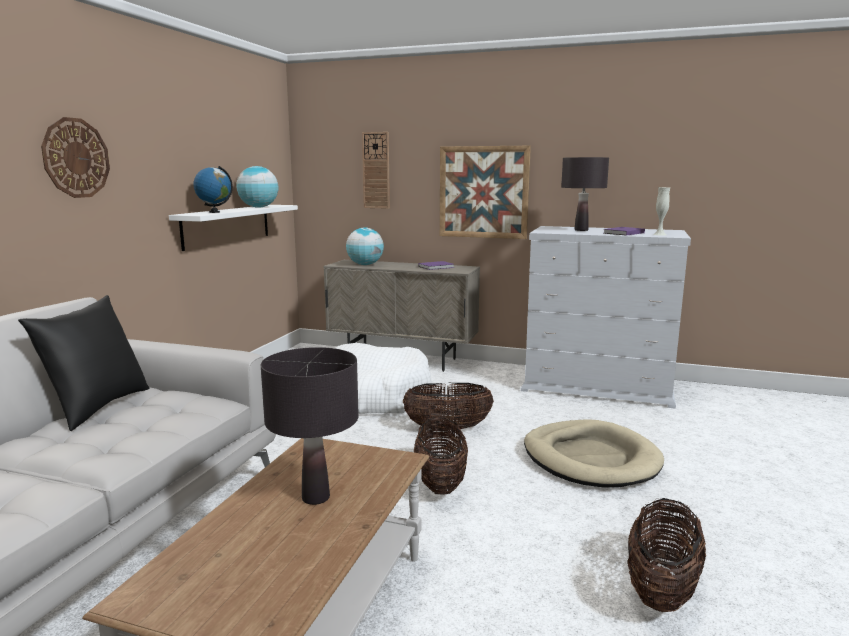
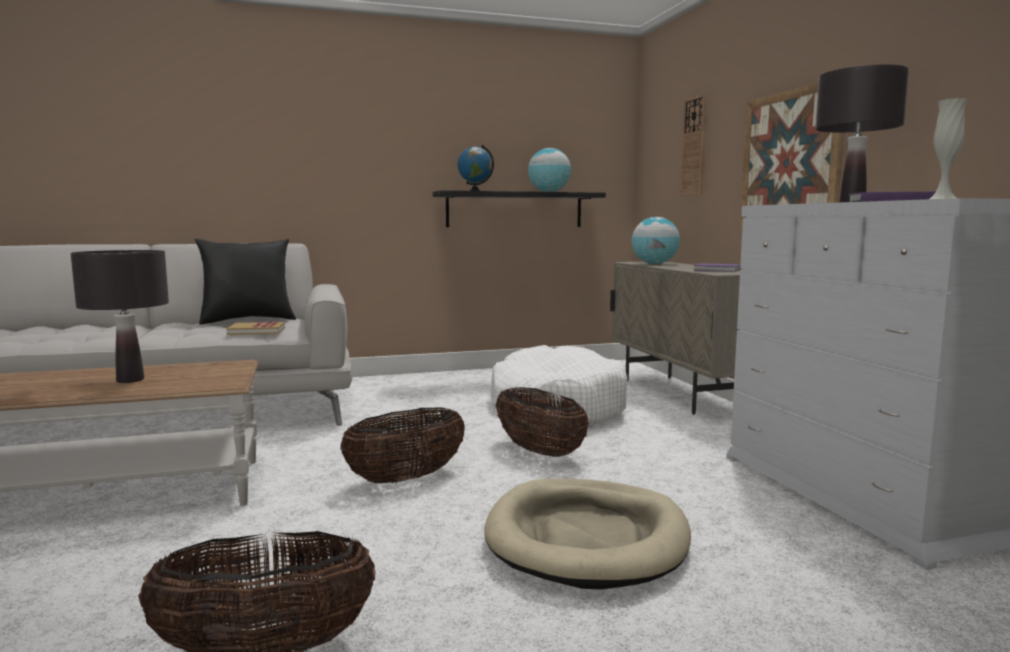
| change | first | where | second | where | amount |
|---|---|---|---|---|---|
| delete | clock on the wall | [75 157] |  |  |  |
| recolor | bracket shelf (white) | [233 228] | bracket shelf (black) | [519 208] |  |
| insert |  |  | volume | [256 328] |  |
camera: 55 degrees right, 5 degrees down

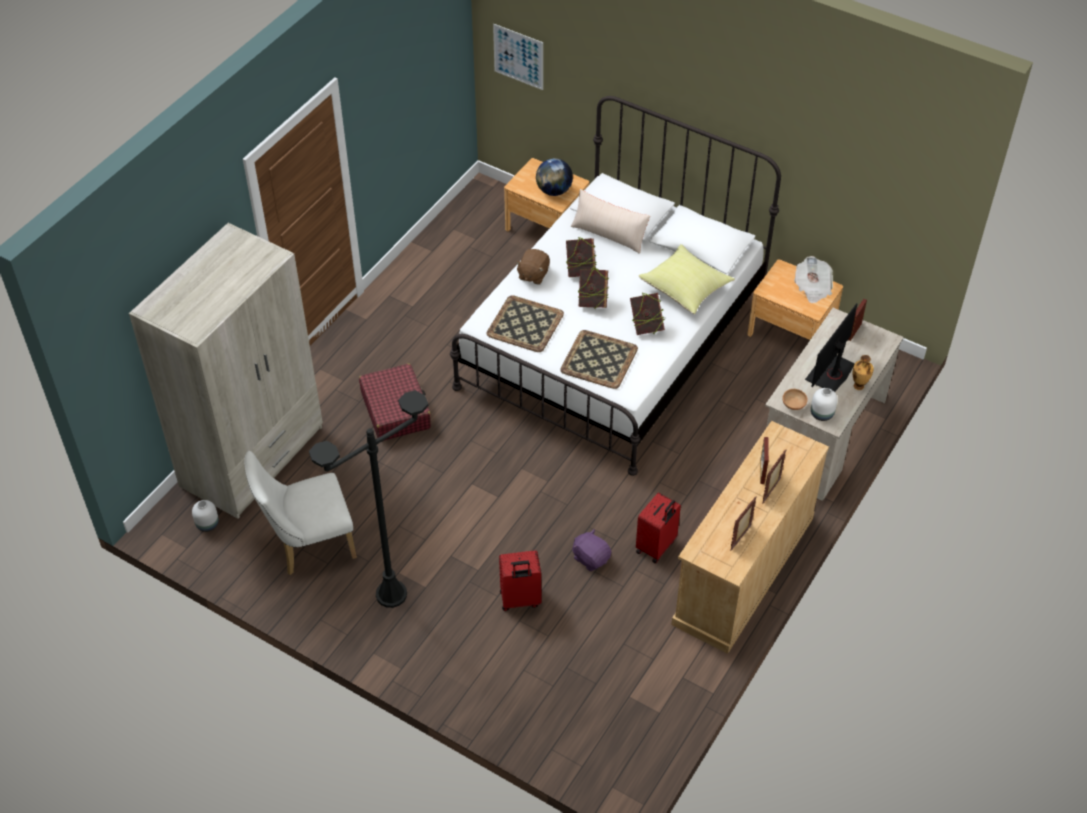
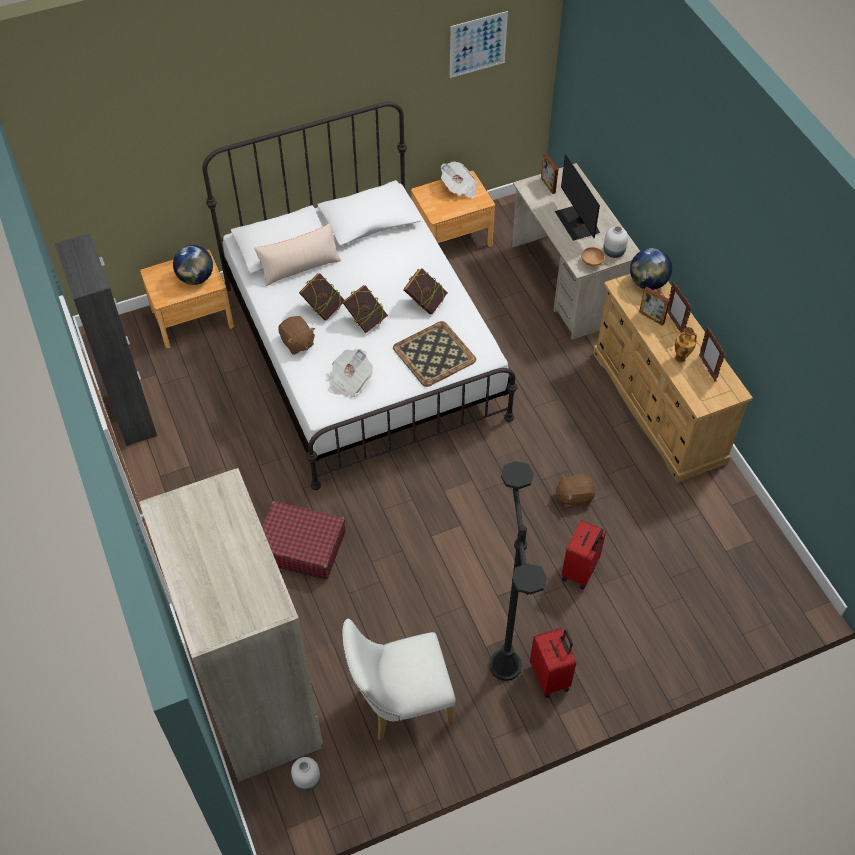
| change | first | where | second | where | amount |
|---|---|---|---|---|---|
| move | wall picture | [518 57] |  | [479 44] |  |
| delete | cushion (yellowish) | [687 279] |  |  |  |
| replace | carrying tray | [525 323] | newspaper | [351 373] |  |
| move | decorative vase | [863 372] |  | [686 345] |  |
| rotate | upright chair (white) | [300 513] |  | [399 679] | 60 degrees clockwise |
| move | travel case (red) | [658 528] |  | [553 663] |  |
| recolor | plush toy (purplish) | [592 550] | plush toy (brown-coloured) | [574 491] |  |
| insert |  |  | cupboard (black) | [106 340] |  |
| insert |  |  | globe | [651 269] |  |
camera: 55 degrees left, 5 degrees up

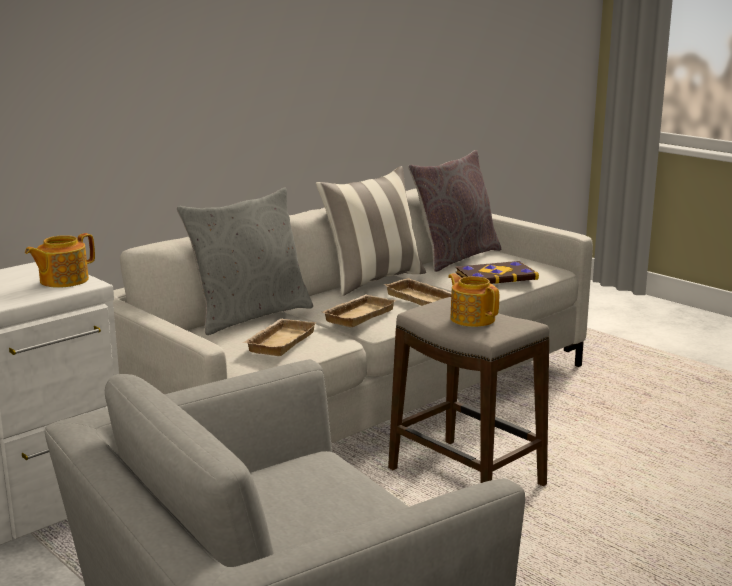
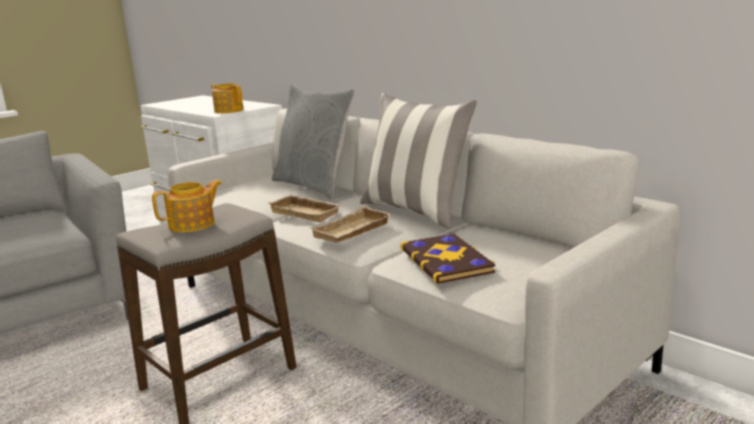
| change | first | where | second | where | amount |
|---|---|---|---|---|---|
| delete | cushion (greyish) | [454 211] |  |  |  |
| delete | carrying tray (sand-coloured) | [280 337] |  |  |  |
camera: 90 degrees right, 0 degrees up

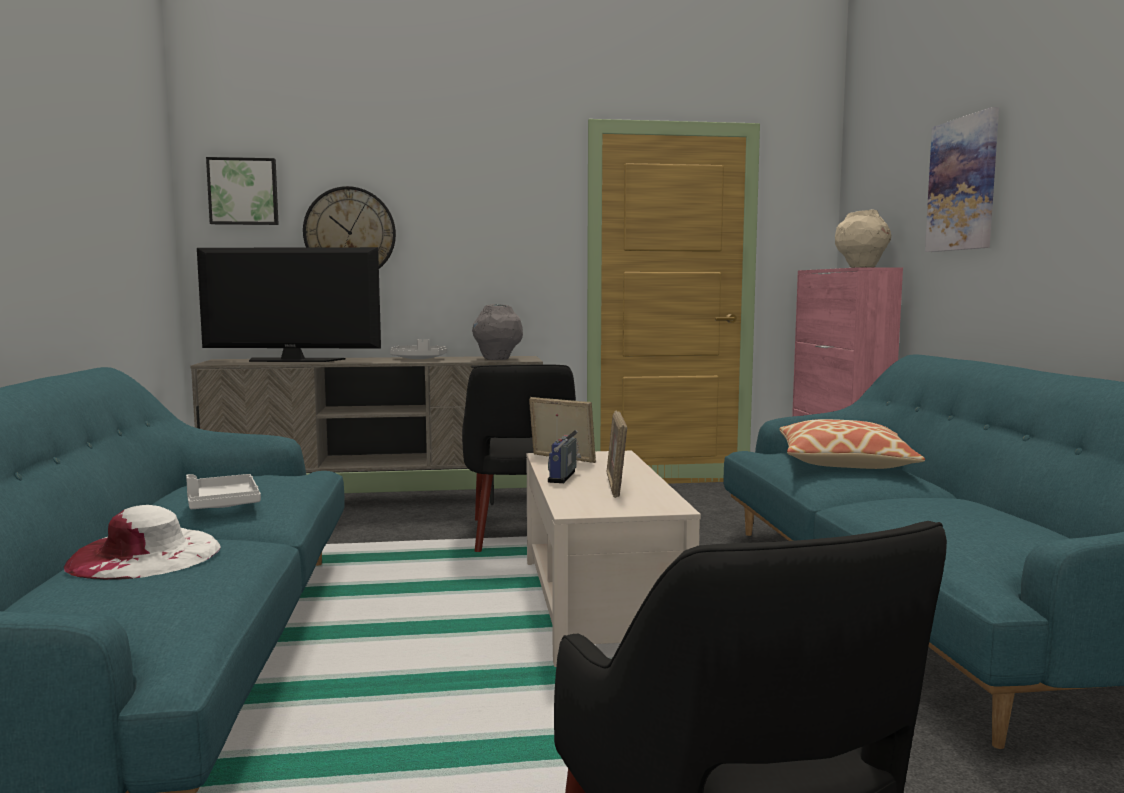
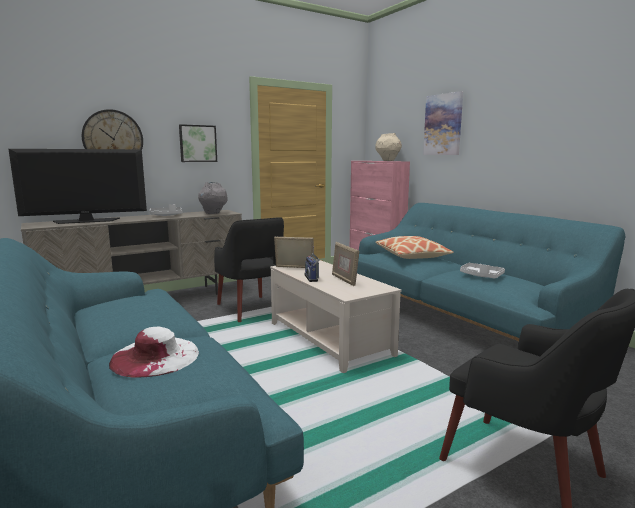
| change | first | where | second | where | amount |
|---|---|---|---|---|---|
| move | wall picture | [242 191] |  | [198 143] |  |
| move | carrying tray (white) | [223 491] |  | [482 271] |  |
camera: 25 degrees left, 5 degrees up

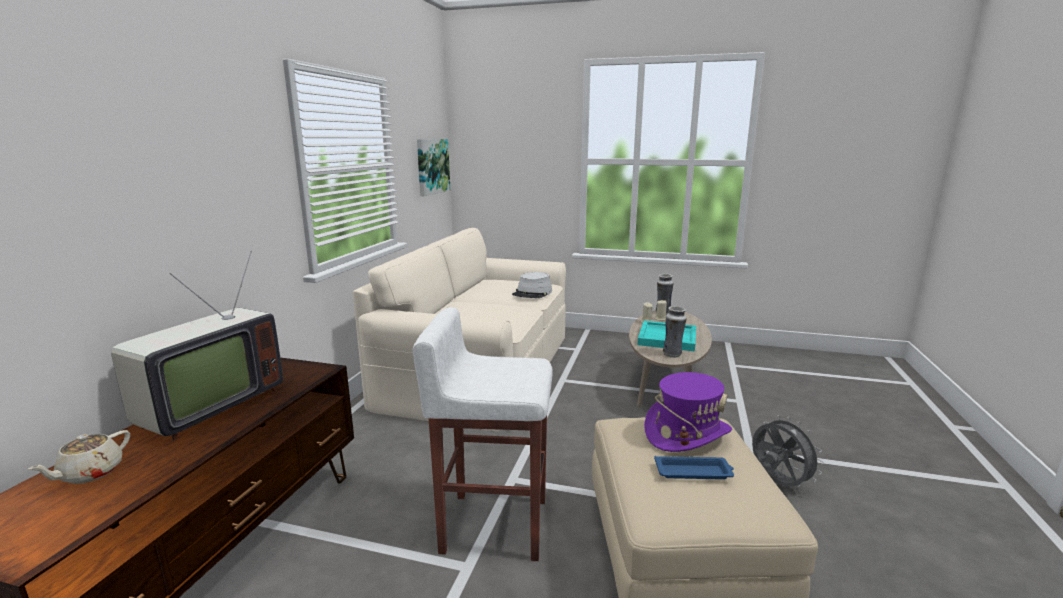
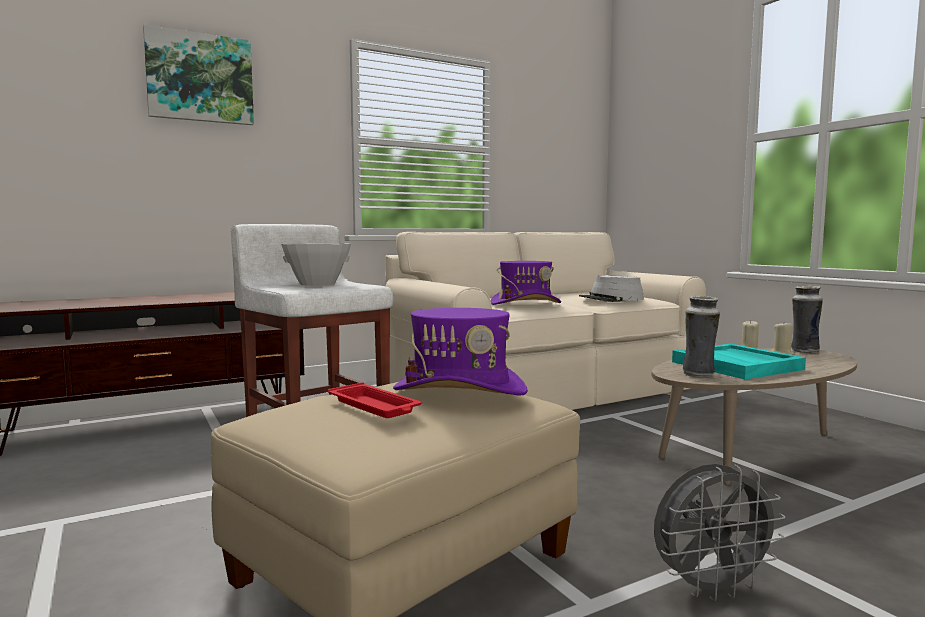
| change | first | where | second | where | amount |
|---|---|---|---|---|---|
| move | wall picture | [433 167] |  | [198 75] |  |
| delete | TV | [197 345] |  |  |  |
| rotate | cooling fan (greyish) | [788 451] |  | [719 532] | 60 degrees clockwise |
| delete | pot for tea (sand-coloured) | [78 457] |  |  |  |
| recolor | carrying tray (blue) | [694 467] | carrying tray (red) | [375 400] |  |
| insert |  |  | serving bowl (white) | [316 264] |  |
| insert |  |  | wearable hat (purplish) | [526 283] |  |
camera: 45 degrees right, 10 degrees down

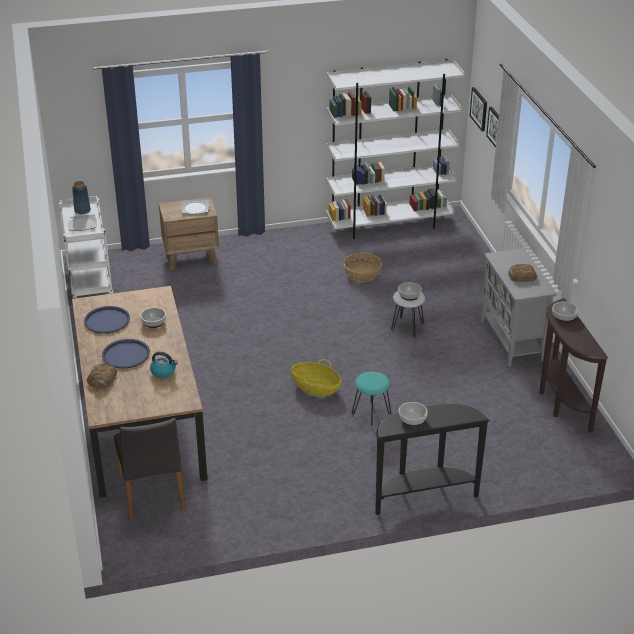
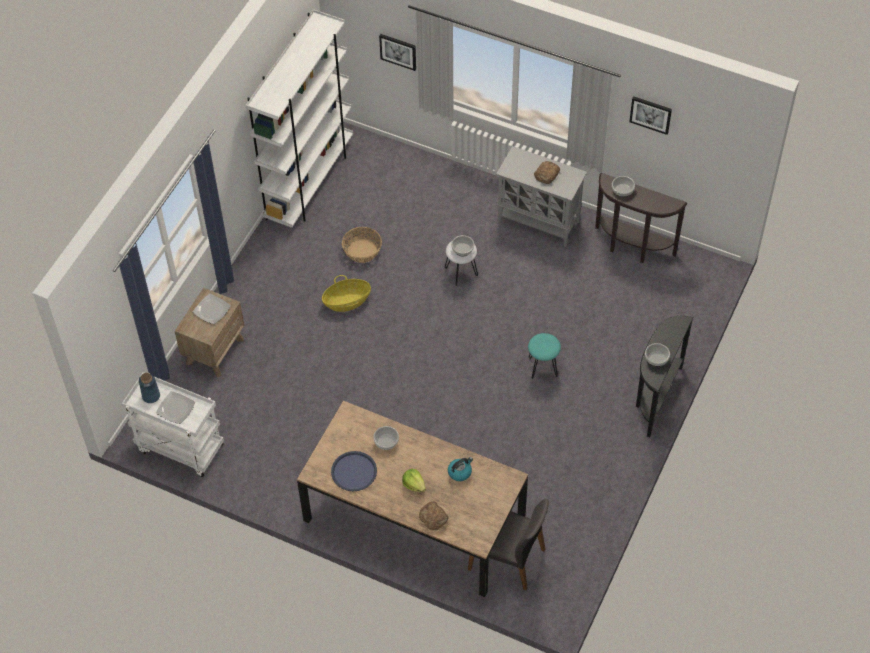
| change | first | where | second | where | amount |
|---|---|---|---|---|---|
| move | wall picture | [478 109] |  | [650 115] |  |
| replace | carrying tray (blue) | [126 354] | lettuce | [414 480] |  |
| move | basket | [316 377] |  | [346 293] |  |
camera: 50 degrees left, 20 degrees up

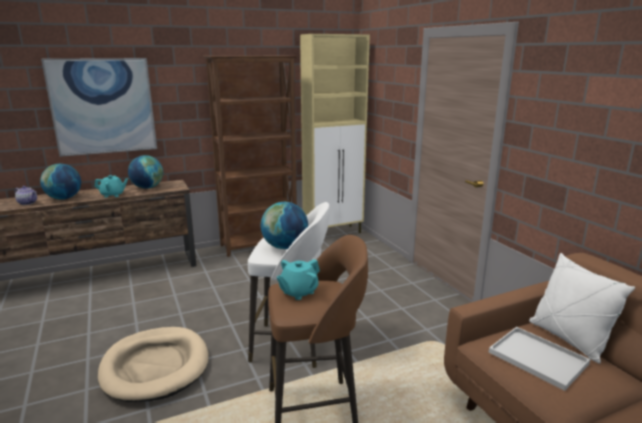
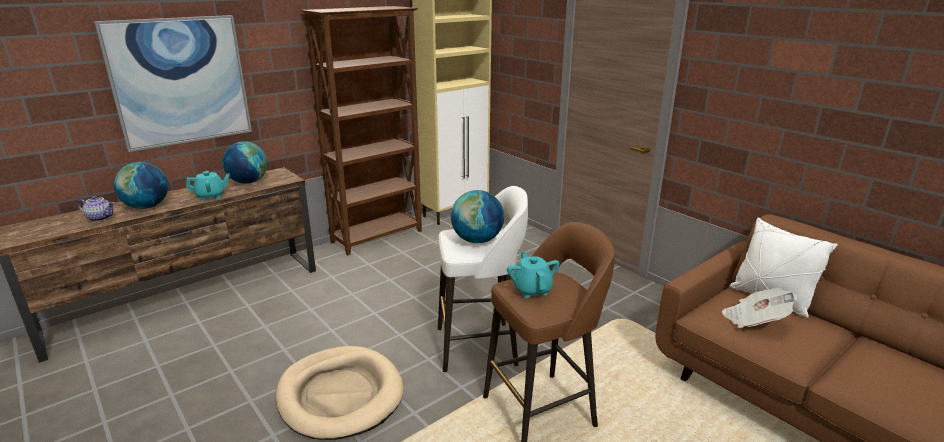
| change | first | where | second | where | amount |
|---|---|---|---|---|---|
| rotate | pot for tea (turquoise-coloured) | [298 279] |  | [533 274] | 135 degrees clockwise |
| replace | carrying tray (white) | [540 359] | newspaper | [760 308] |  |
camera: 15 degrees left, 5 degrees up

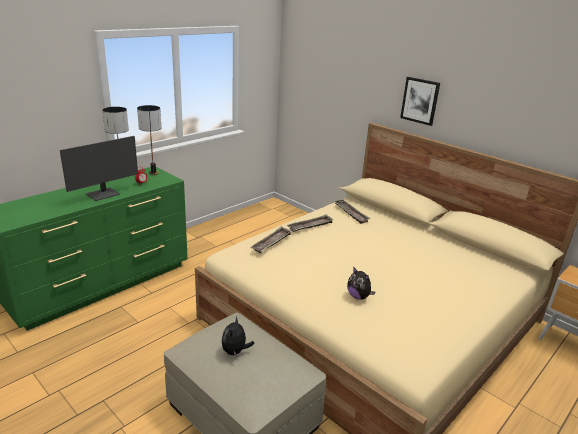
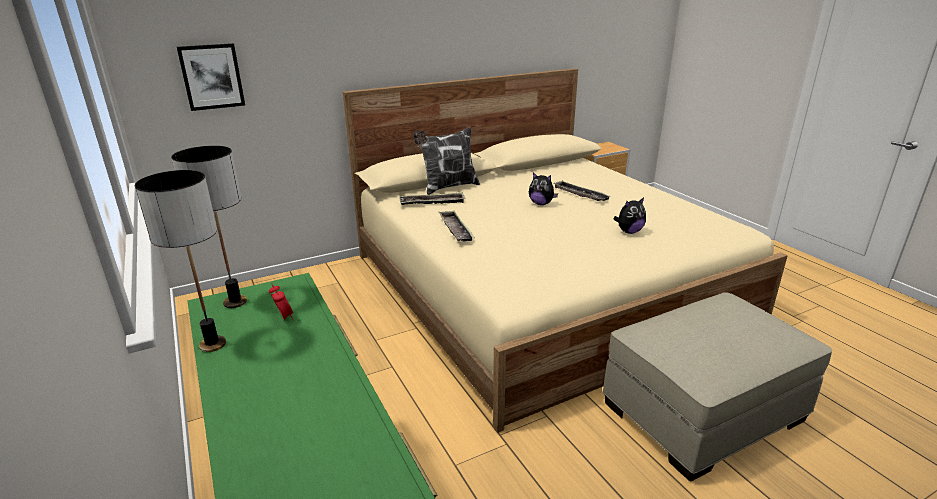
| change | first | where | second | where | amount |
|---|---|---|---|---|---|
| move | wall picture | [420 101] |  | [211 77] |  |
| delete | computer display | [99 168] |  |  |  |
| move | carrying tray | [271 239] |  | [582 191] |  |
| move | plush toy | [237 337] |  | [543 188] |  |
| insert |  |  | cushion | [446 161] |  |
camera: 70 degrees left, 0 degrees up

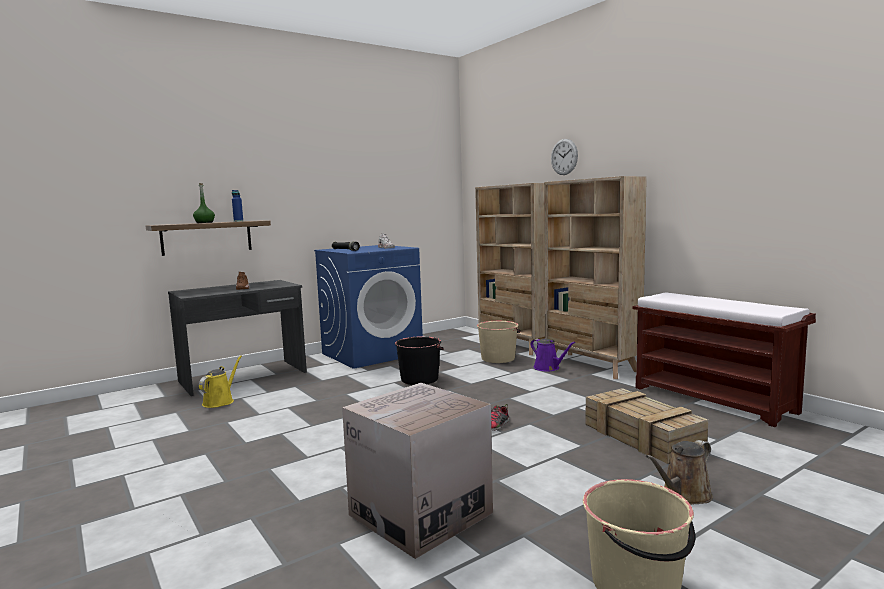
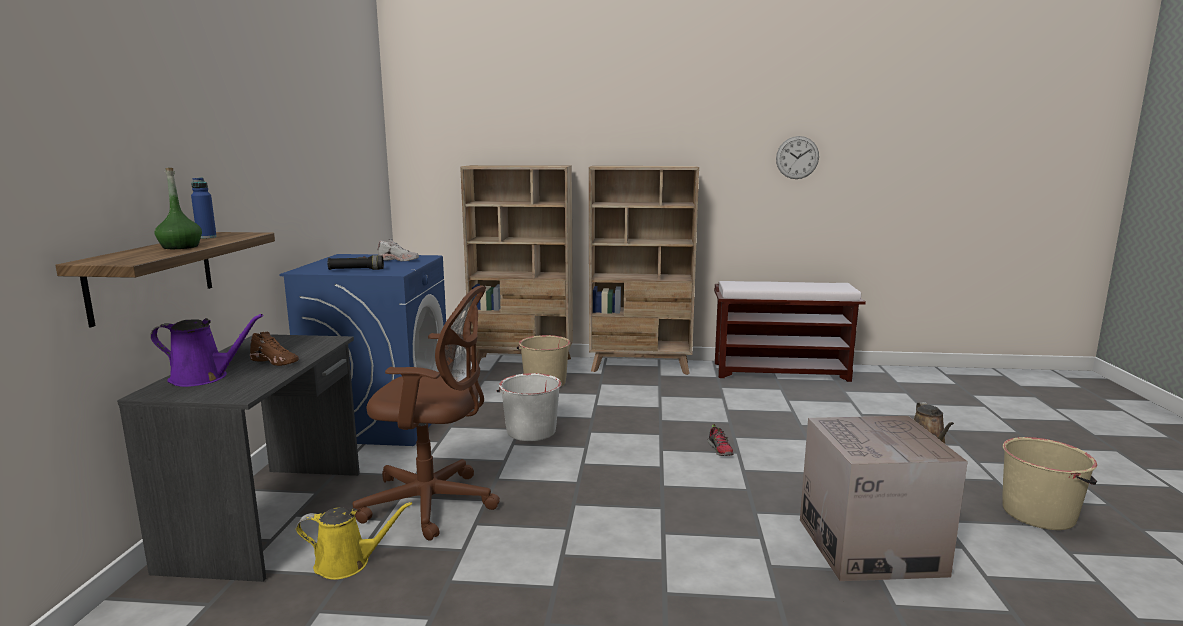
| change | first | where | second | where | amount |
|---|---|---|---|---|---|
| move | clock on the wall | [564 157] |  | [797 157] |  |
| recolor | water bucket (black) | [419 360] | water bucket (white) | [529 407] |  |
| move | watering pot (purplish) | [553 355] |  | [206 350] |  |
| rotate | watering pot (yellowish) | [220 381] |  | [354 541] | 120 degrees clockwise |
| delete | shipping crate | [647 426] |  |  |  |
| insert |  |  | office chair (brown-coloured) | [426 413] |  |
camera: 50 degrees left, 5 degrees up

